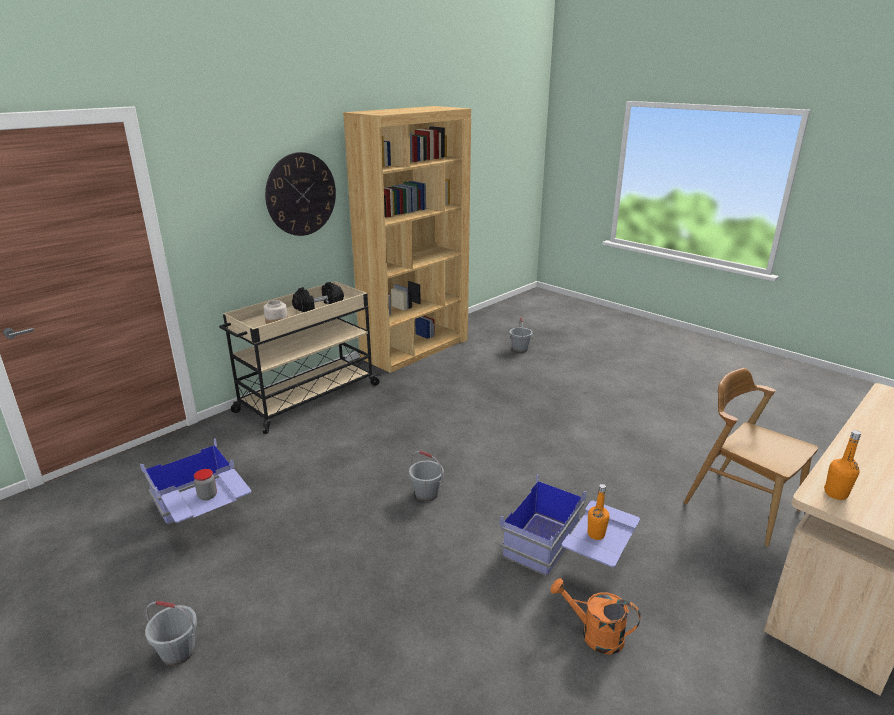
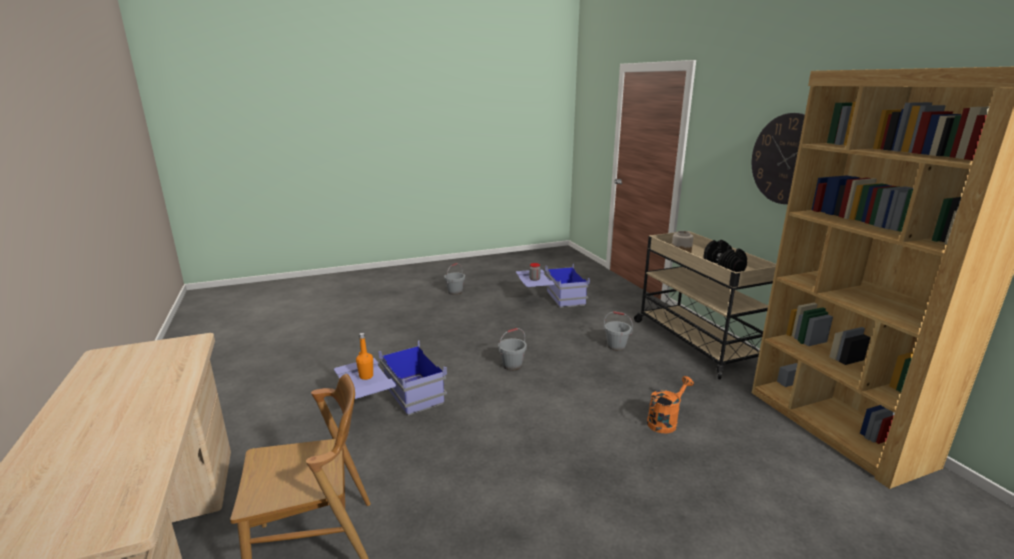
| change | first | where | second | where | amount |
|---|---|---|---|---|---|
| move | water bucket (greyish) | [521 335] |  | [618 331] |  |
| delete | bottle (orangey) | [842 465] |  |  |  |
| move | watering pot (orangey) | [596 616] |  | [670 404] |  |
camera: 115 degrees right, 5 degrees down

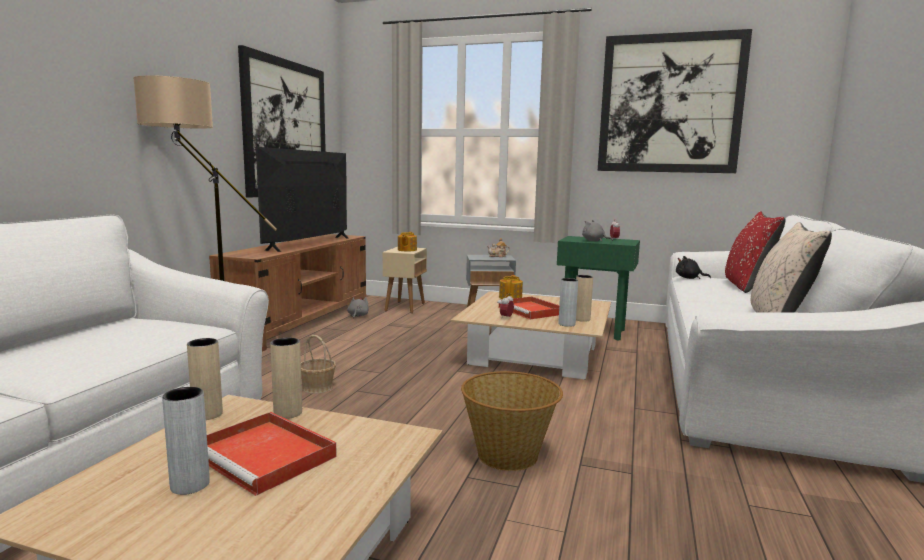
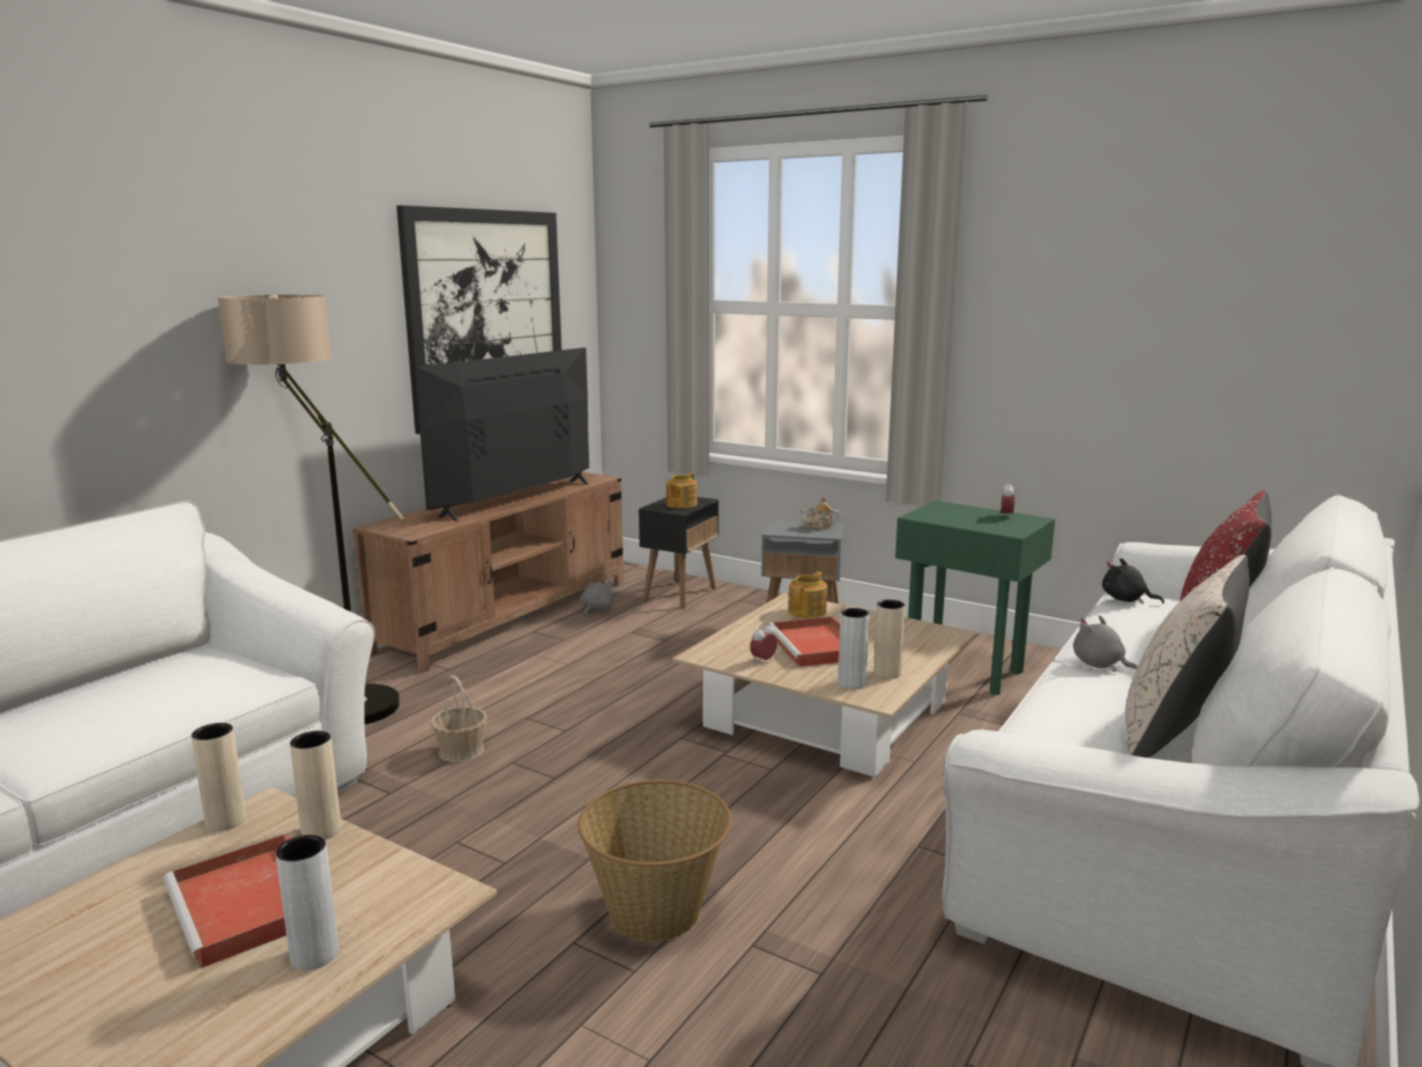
| change | first | where | second | where | amount |
|---|---|---|---|---|---|
| delete | wall picture | [675 101] |  |  |  |
| move | plush toy (greyish) | [597 230] |  | [1105 644] |  |
| recolor | accent table (sand-coloured) | [405 280] | accent table (black) | [679 552] |  |
| move | decorative vase (greyish) | [186 441] |  | [307 902] |  |
camera: 15 degrees right, 5 degrees up

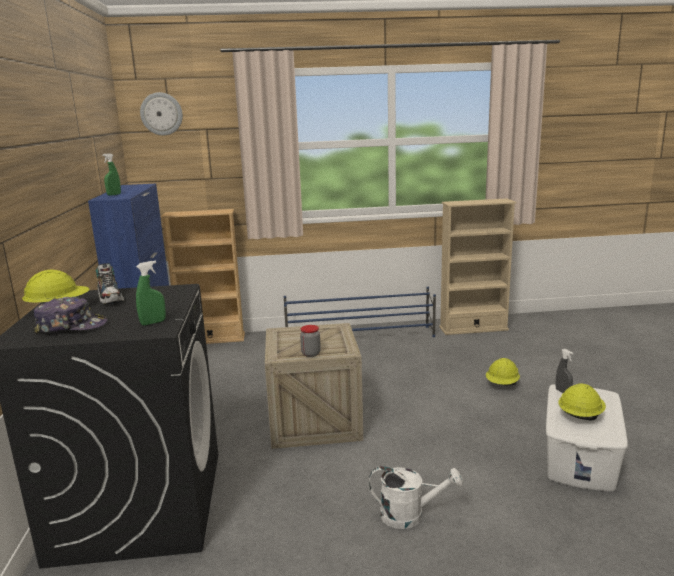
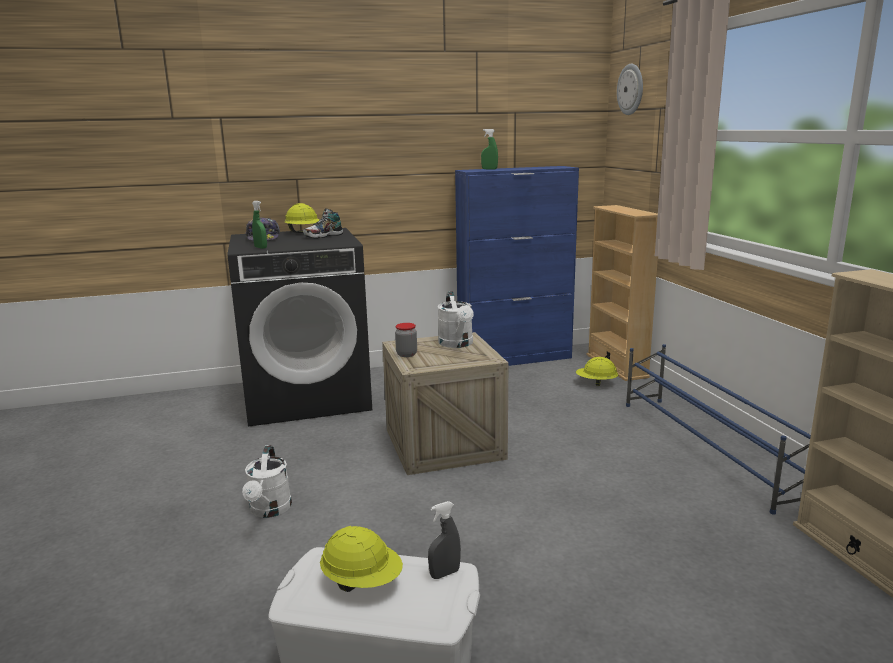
| change | first | where | second | where | amount |
|---|---|---|---|---|---|
| move | safety helmet (yellowish) | [503 372] |  | [597 371] |  |
| insert |  |  | watering pot (white) | [456 319] |  |
camera: 80 degrees right, 0 degrees up

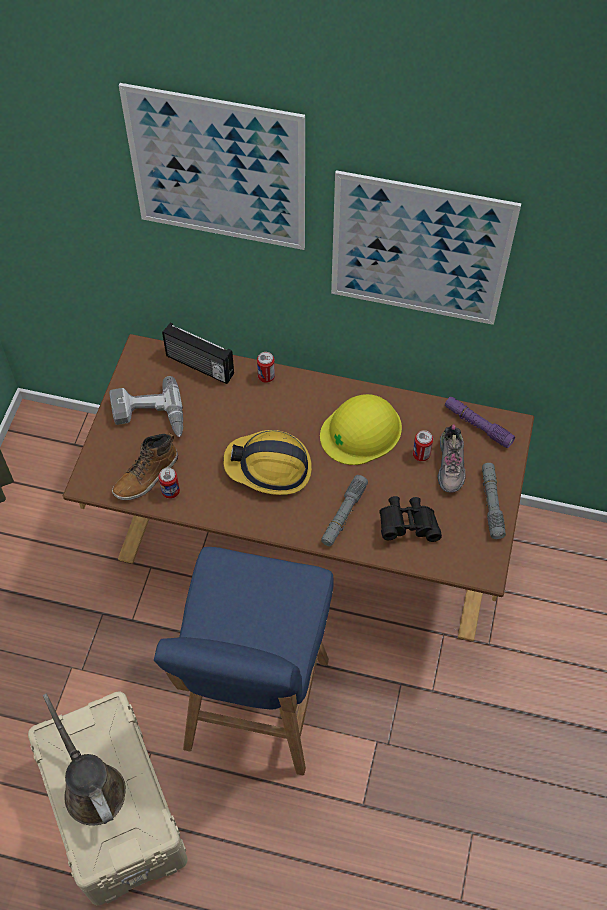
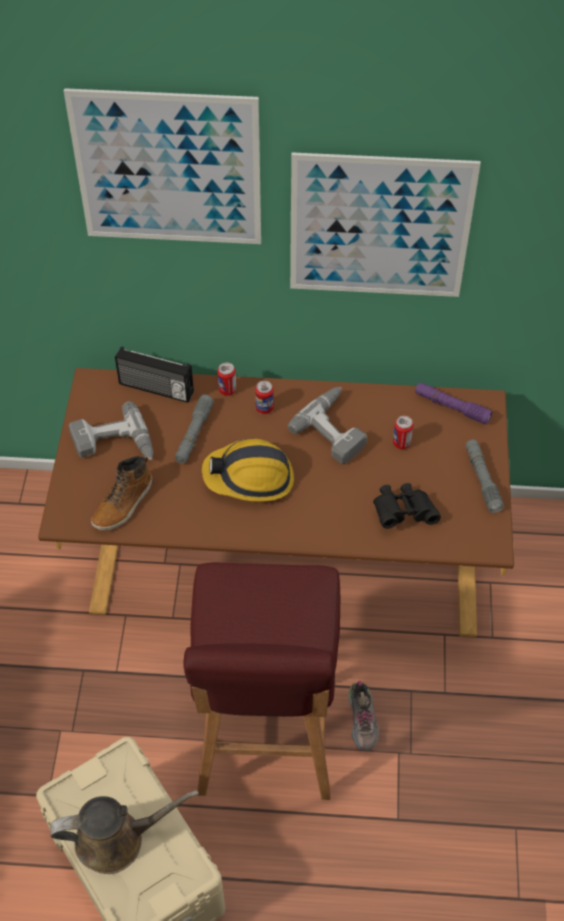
| change | first | where | second | where | amount |
|---|---|---|---|---|---|
| replace | safety helmet (yellowish) | [361 429] | power drill | [327 425] |  |
| move | shoe | [451 458] |  | [363 716] |  |
| move | sealed can | [169 483] |  | [264 397] |  |
| move | hand torch (greyish) | [344 510] |  | [194 429] |  |
| recolor | stool seat (blue) | [243 661] | stool seat (red) | [261 681] |  |
| rotate | watering pot (brown-coloured) | [84 759] |  | [124 832] | 120 degrees clockwise |
camera: 10 degrees left, 5 degrees down

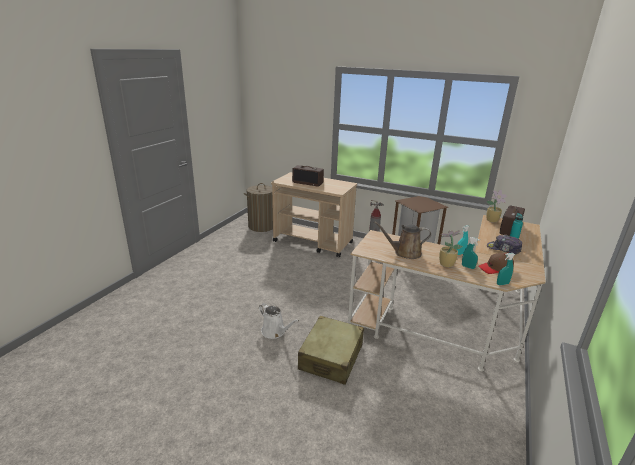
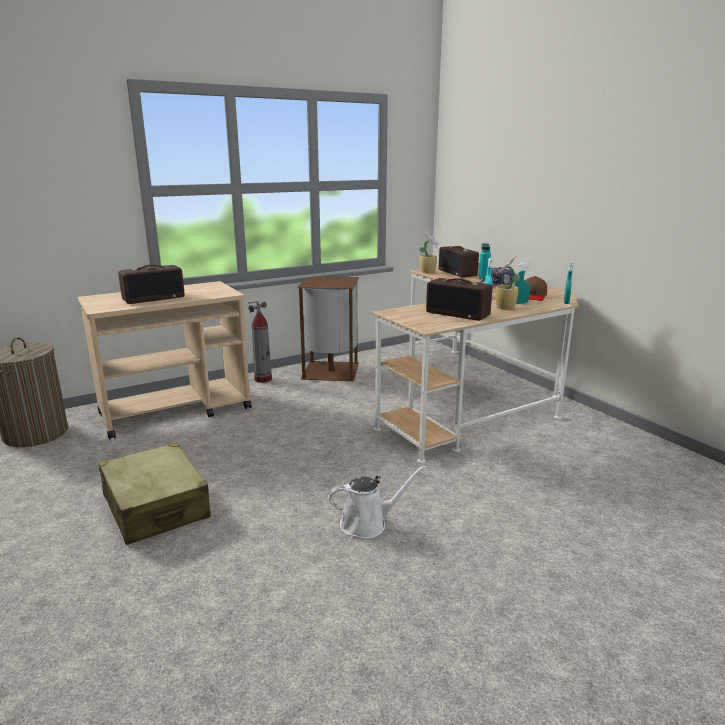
| change | first | where | second | where | amount |
|---|---|---|---|---|---|
| replace | watering pot (brown-coloured) | [402 240] | radio set | [459 299] |  |
| move | travel case (sand-coloured) | [331 350] |  | [154 493] |  |
camera: 55 degrees left, 5 degrees down

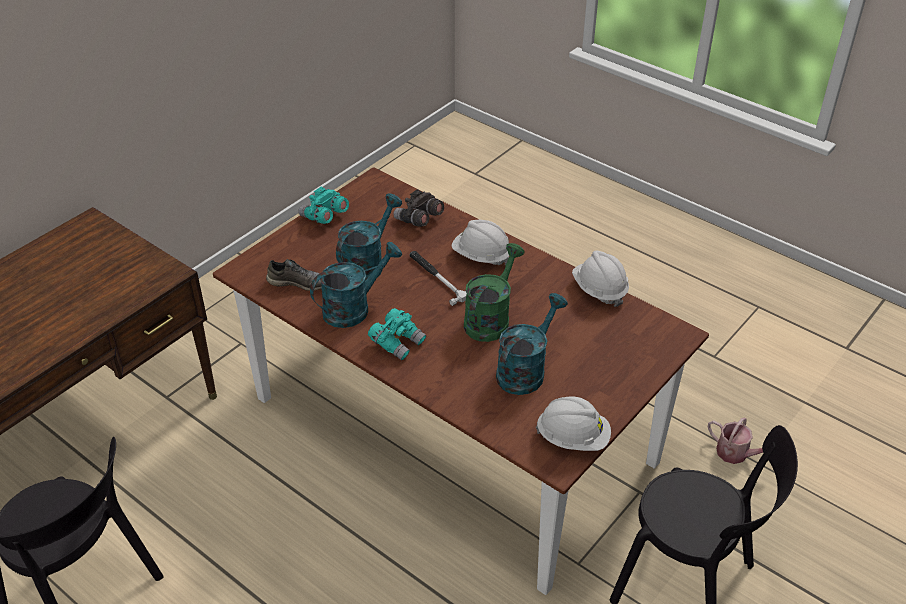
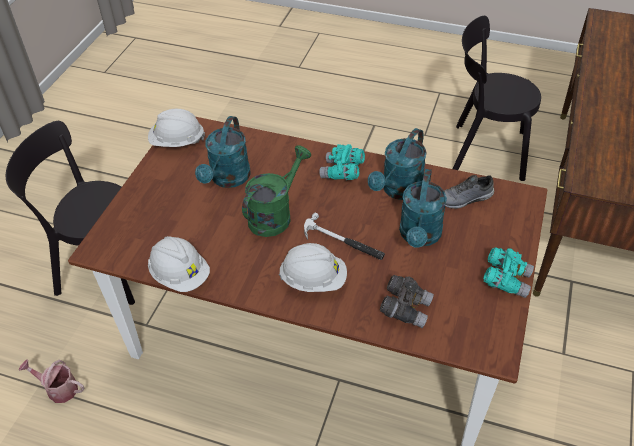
| change | first | where | second | where | amount |
|---|---|---|---|---|---|
| rotate | watering pot (greenish) | [494 292] |  | [276 191] | 150 degrees counterclockwise |
camera: 160 degrees right, 5 degrees up

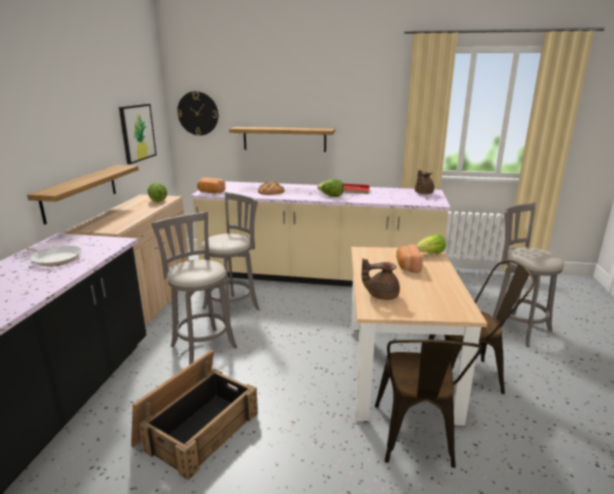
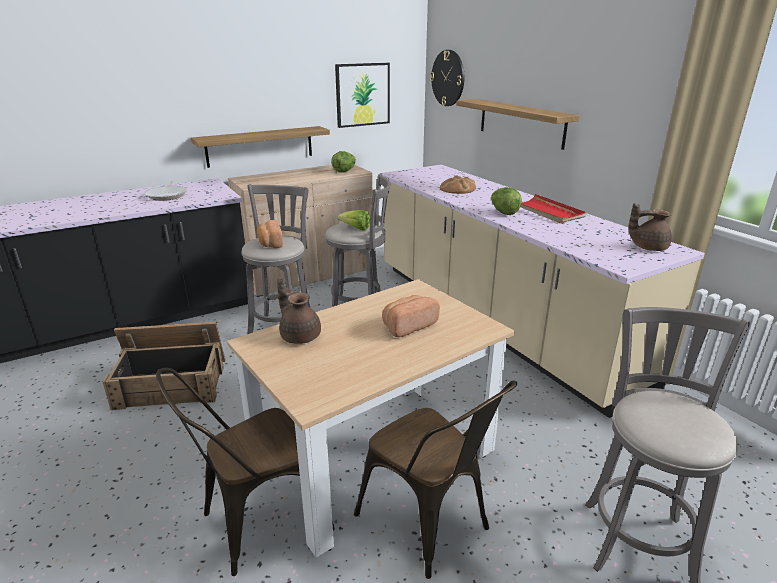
| change | first | where | second | where | amount |
|---|---|---|---|---|---|
| move | baked bread | [211 185] |  | [270 234] |  |
| move | lettuce | [431 243] |  | [353 220] |  |
camera: 50 degrees right, 5 degrees up

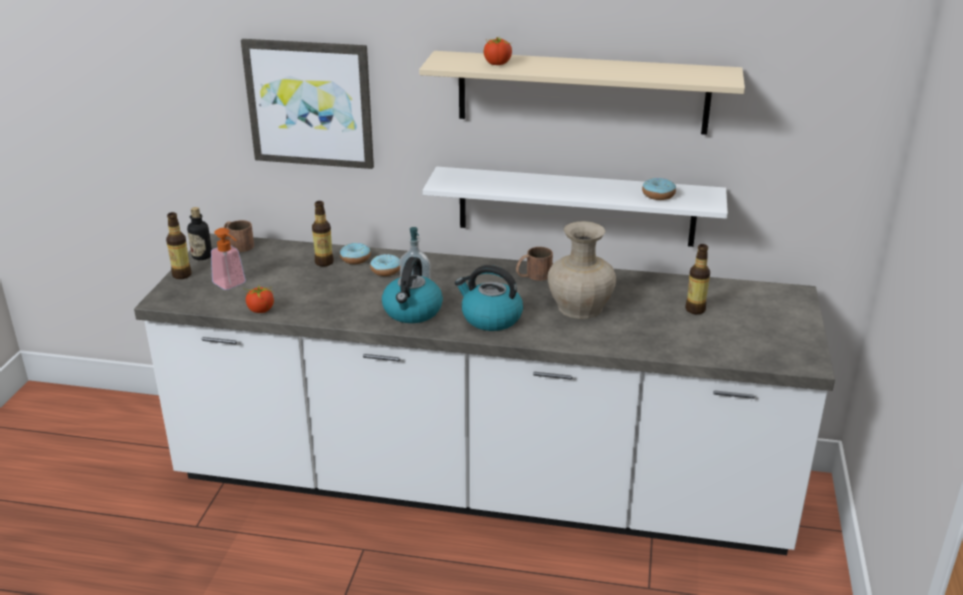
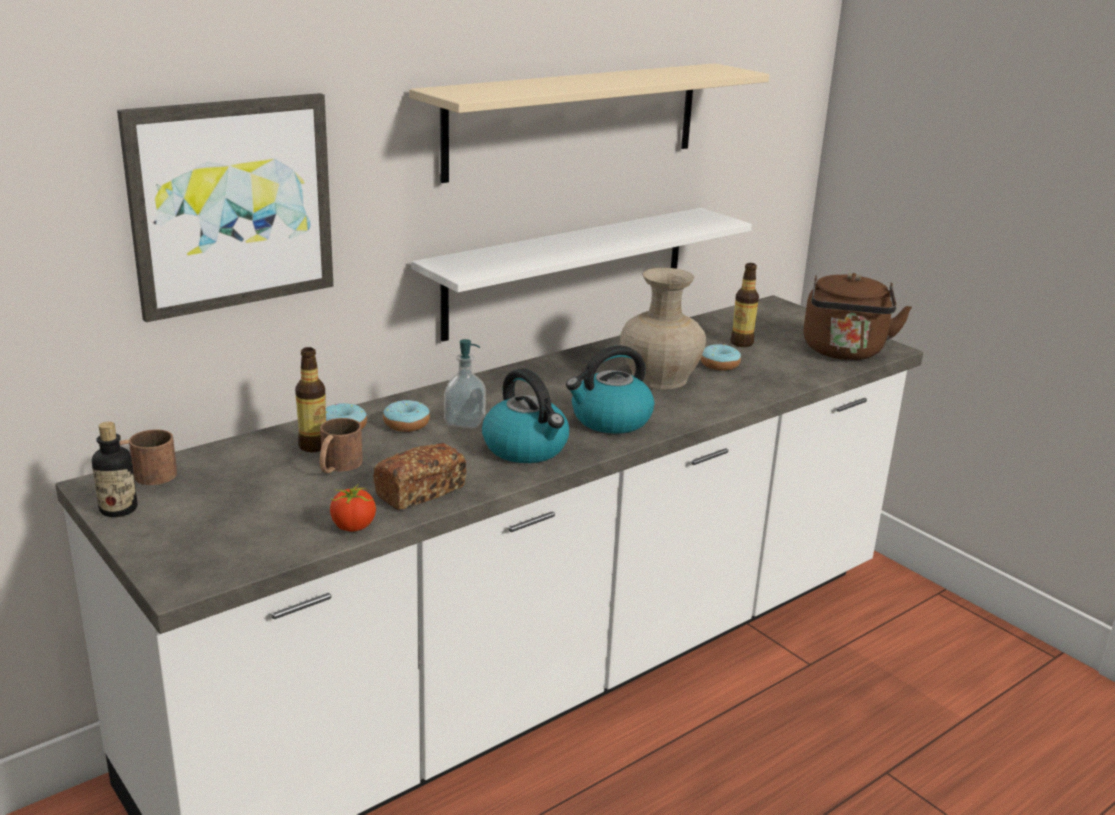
| change | first | where | second | where | amount |
|---|---|---|---|---|---|
| delete | whole tomato | [498 51] |  |  |  |
| move | doughnut | [659 189] |  | [721 357] |  |
| delete | bottle | [178 245] |  |  |  |
| delete | soap dispenser | [228 259] |  |  |  |
| move | coffee mug (brown-coloured) | [534 264] |  | [341 445] |  |
| insert |  |  | kettle (brown-coloured) | [857 316] |  |
| insert |  |  | baked bread | [419 476] |  |
camera: 50 degrees left, 5 degrees down

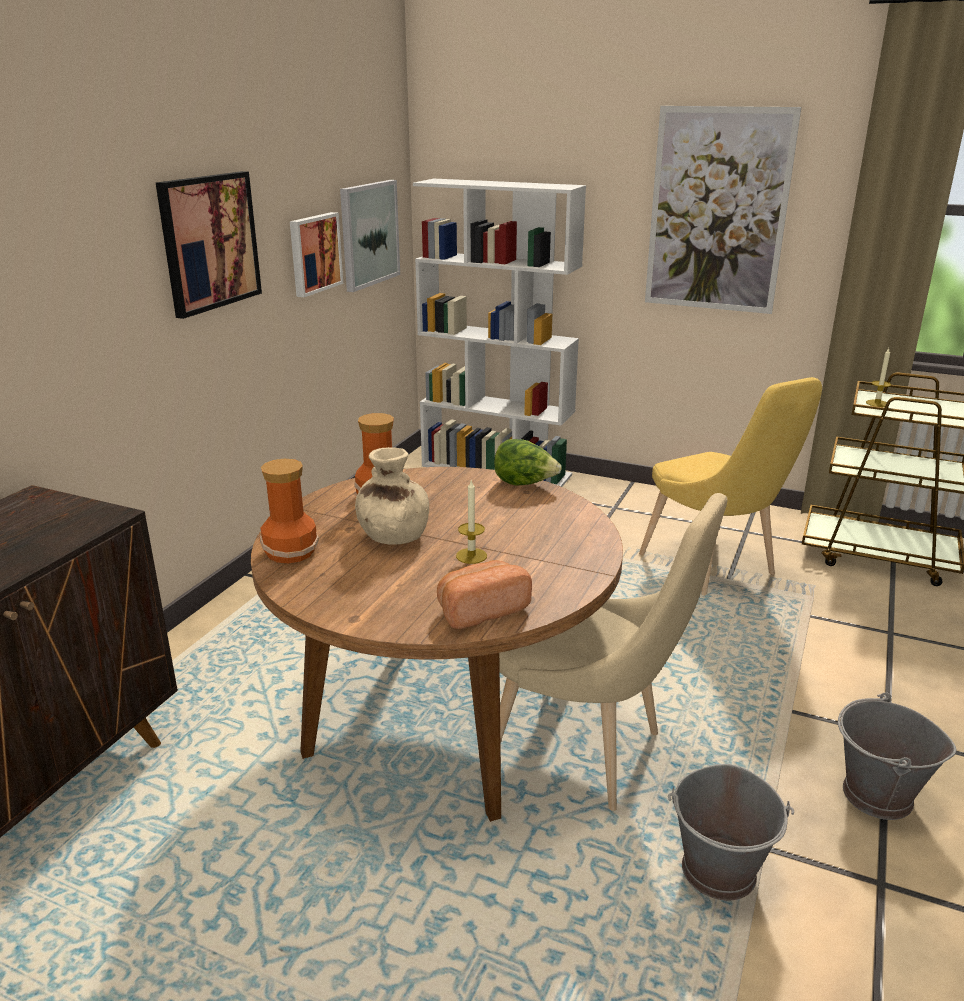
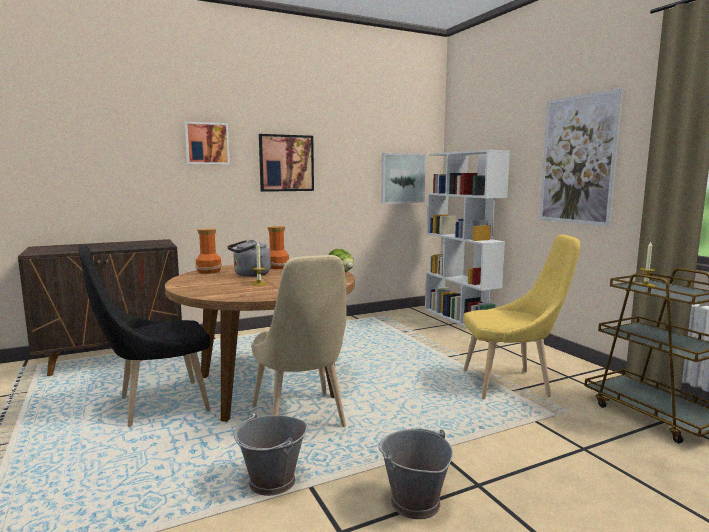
| change | first | where | second | where | amount |
|---|---|---|---|---|---|
| move | wall picture | [316 254] |  | [207 143] |  |
| rotate | upright chair (yellowish) | [730 486] |  | [521 316] | 105 degrees counterclockwise |
| replace | decorative vase (sand-coloured) | [392 496] | kettle (greyish) | [249 258] |  |
| delete | baked bread | [484 594] |  |  |  |
| insert |  |  | upright chair (black) | [145 336] |  |
camera: 40 degrees right, 15 degrees down

